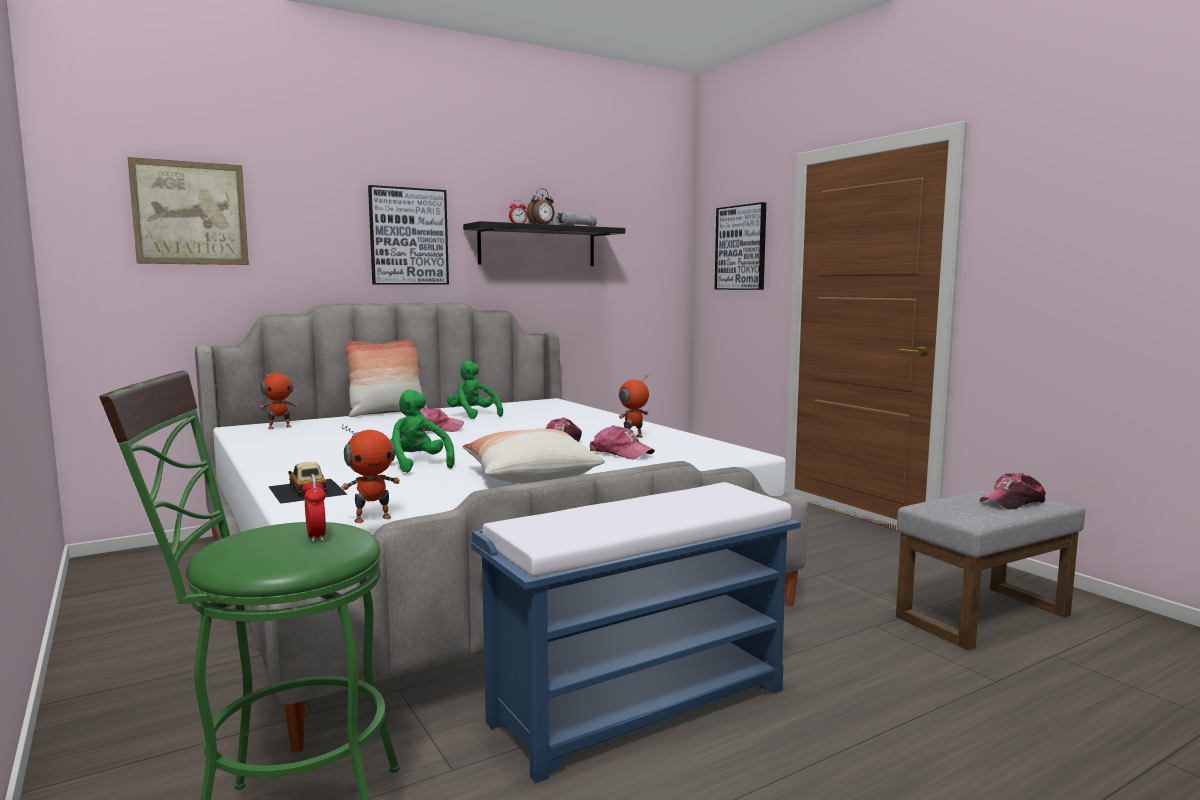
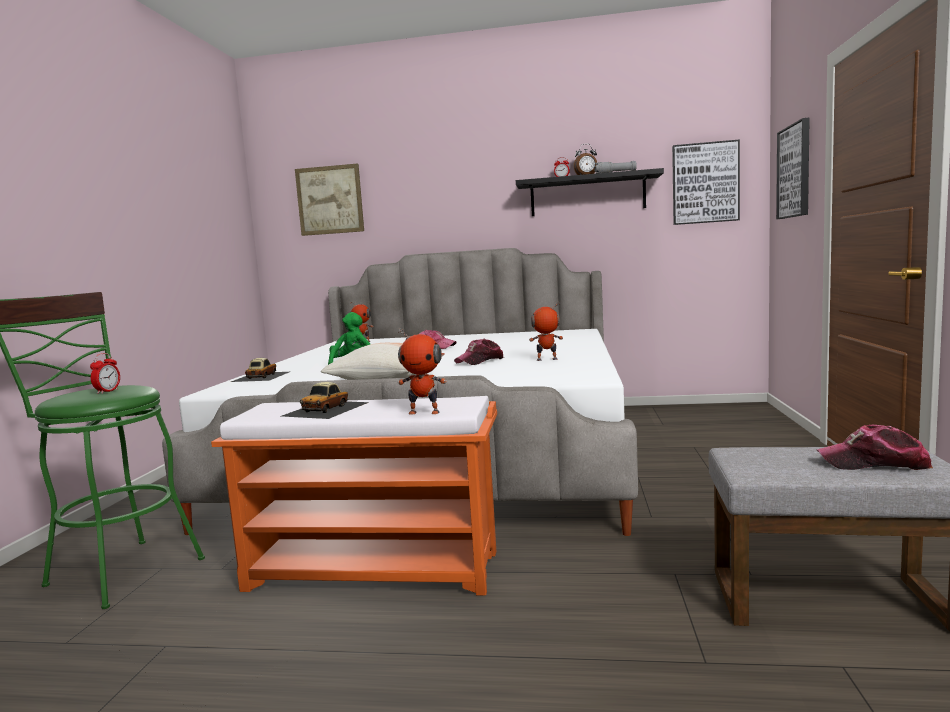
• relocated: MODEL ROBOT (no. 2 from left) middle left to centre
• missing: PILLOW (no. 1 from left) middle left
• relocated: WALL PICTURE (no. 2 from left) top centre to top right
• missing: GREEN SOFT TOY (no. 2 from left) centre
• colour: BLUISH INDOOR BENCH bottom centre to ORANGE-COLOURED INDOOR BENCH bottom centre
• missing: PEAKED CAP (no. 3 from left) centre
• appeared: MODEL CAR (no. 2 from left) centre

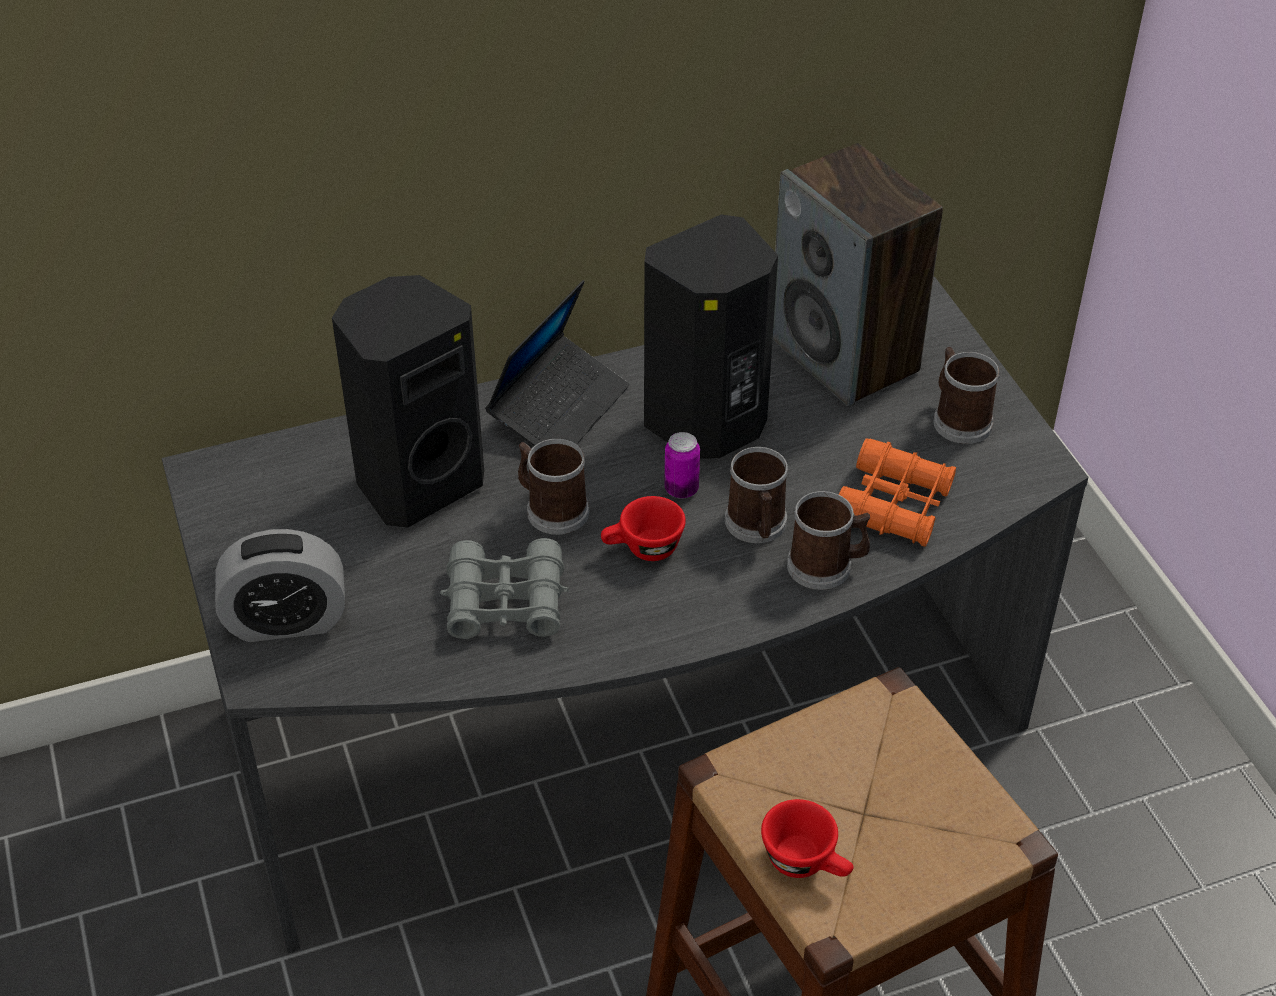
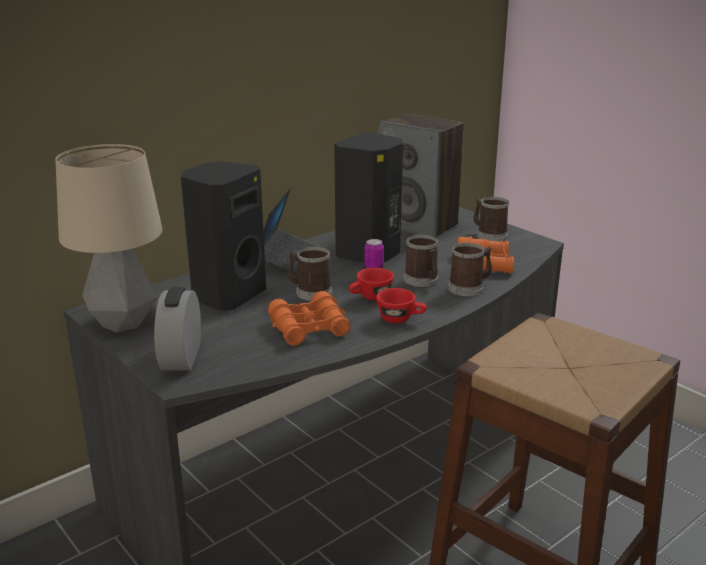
• spun: BEDSIDE CLOCK middle left = middle left 120 degrees clockwise
• colour: GREYISH PAIR OF BINOCULARS centre to ORANGE-COLOURED PAIR OF BINOCULARS (no. 1 from left) centre
• relocated: REDDISH DRINKING CUP (no. 2 from left) bottom centre to centre
• appeared: LAMP FOR A TABLE middle left

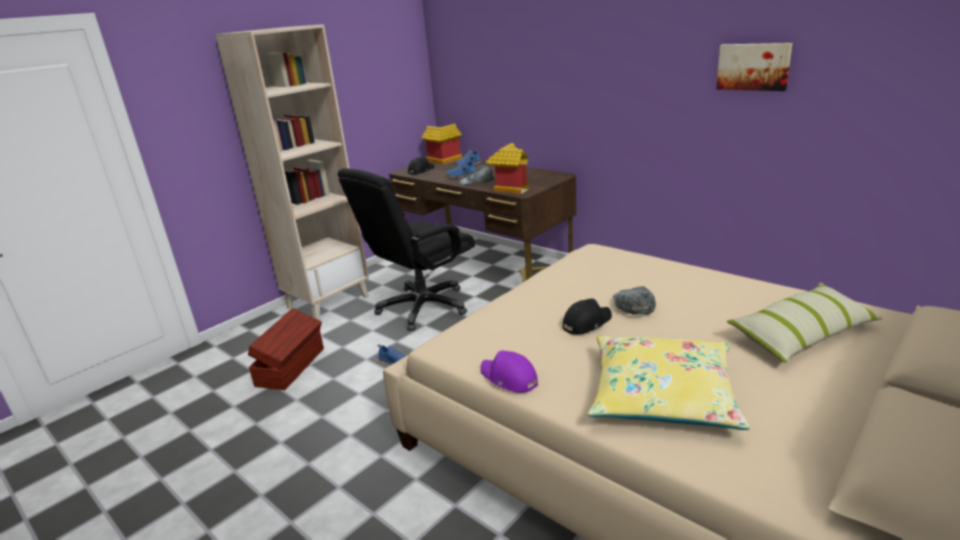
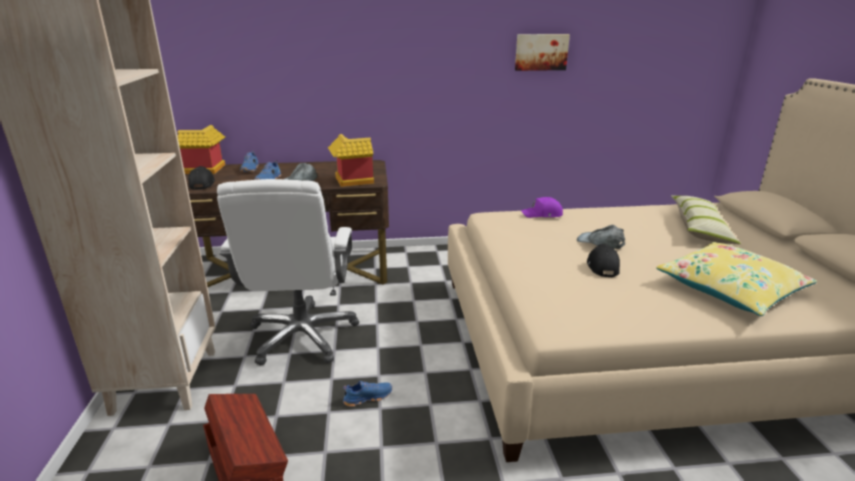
• colour: BLACKISH OFFICE CHAIR centre to WHITE-COLOURED OFFICE CHAIR centre
• relocated: PURPLISH PEAKED CAP bottom centre to centre

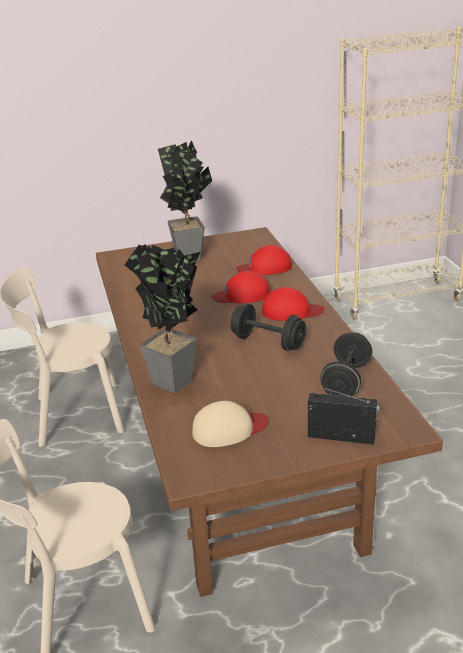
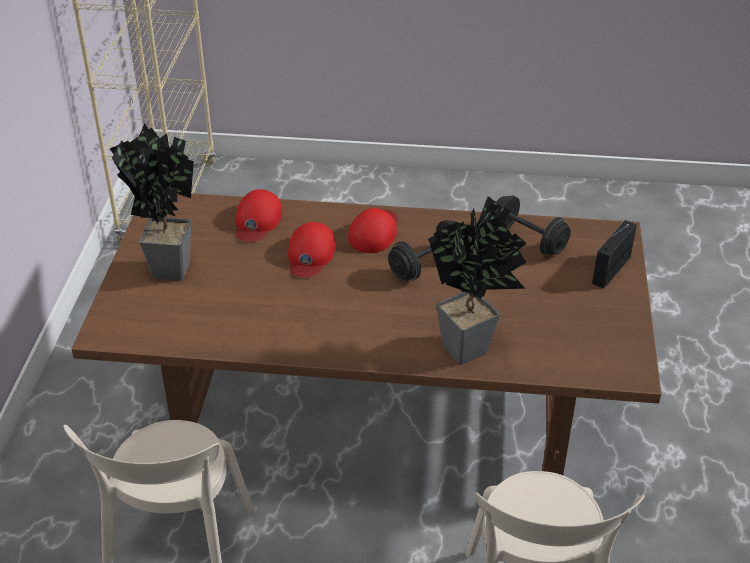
• missing: SAND-COLOURED PEAKED CAP centre

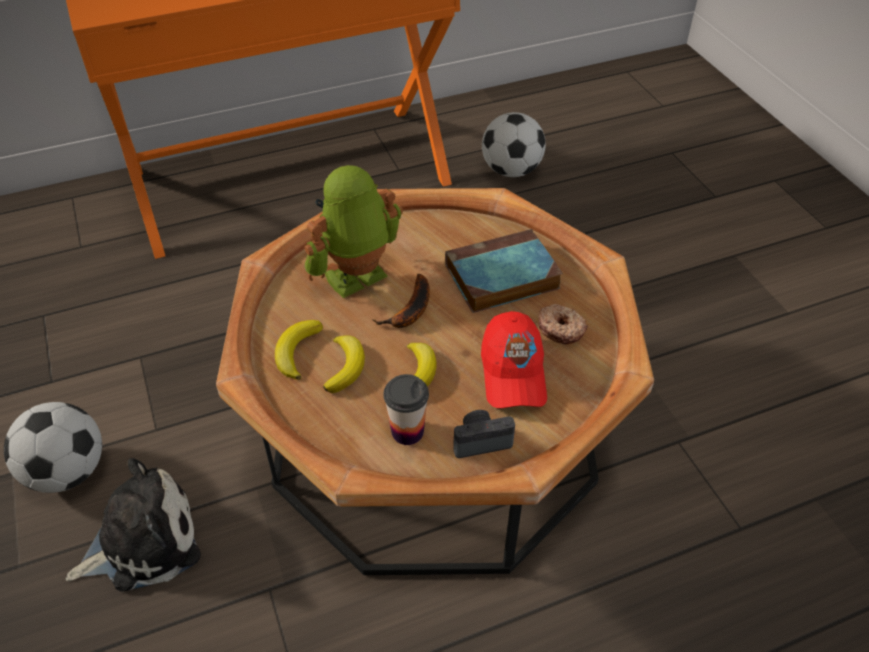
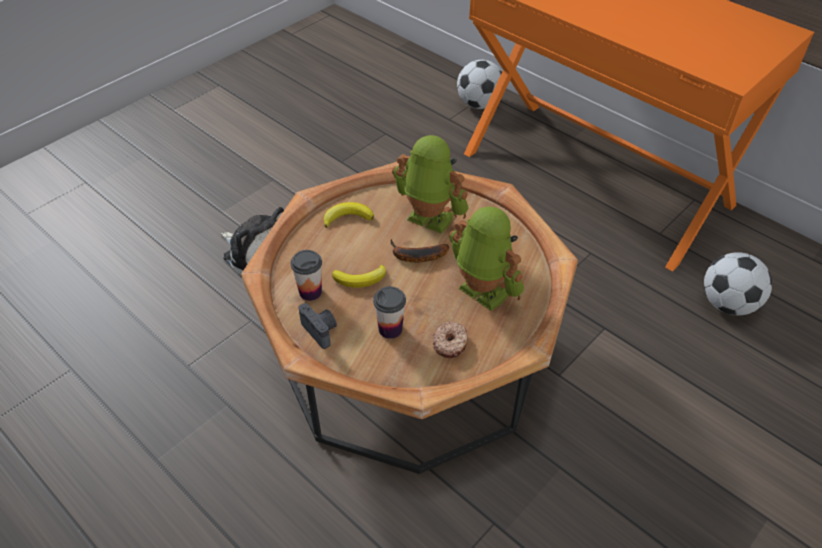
• relocated: BALL FOR FOOTBALL (no. 1 from left) bottom left to top centre
• missing: BANANA (no. 2 from left) centre
• exchanged: VOLUME centre to MODEL ROBOT (no. 2 from left) centre
• exchanged: REDDISH PEAKED CAP centre to DRINKING CUP (no. 2 from left) centre

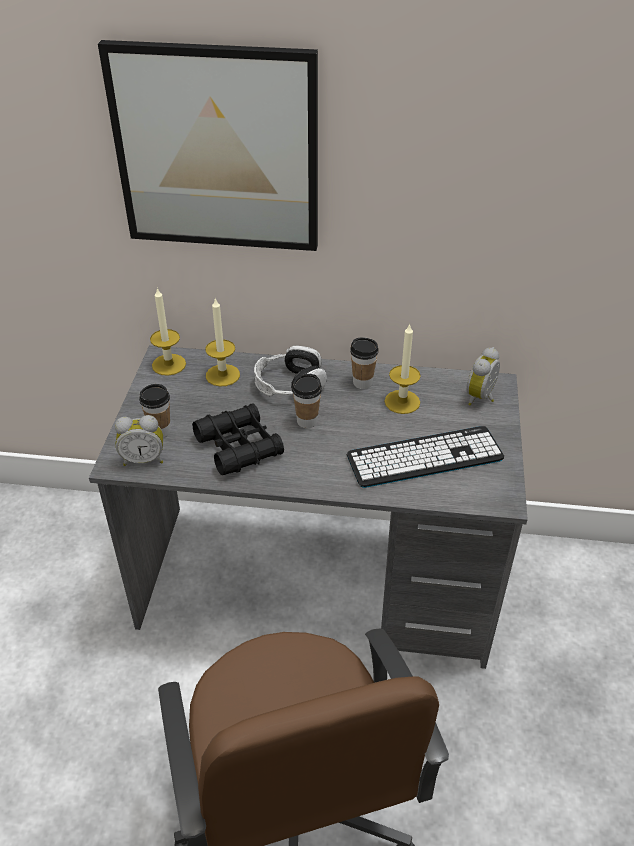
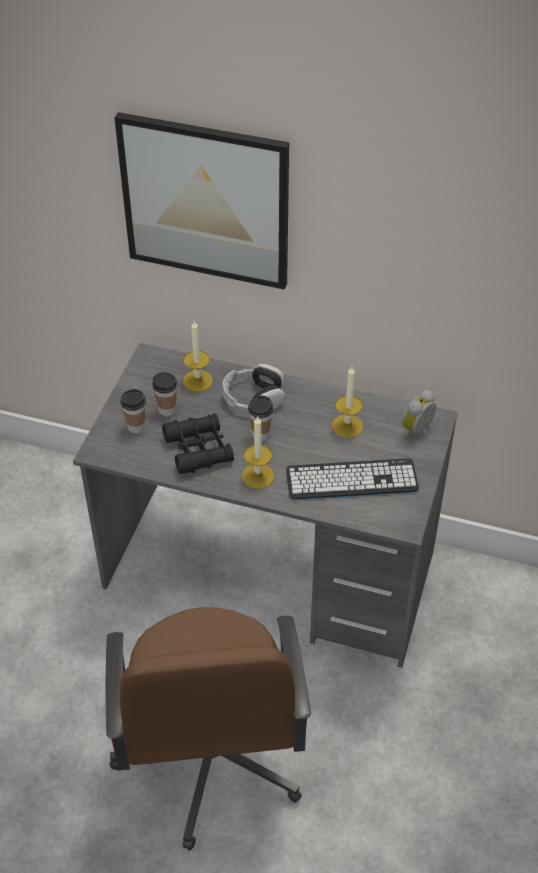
• missing: BEDSIDE CLOCK (no. 1 from left) middle left
• relocated: WAX CANDLE (no. 1 from left in the first image) middle left to WAX CANDLE (no. 2 from left) centre
• relocated: DRINKING CUP (no. 3 from left in the first image) centre to DRINKING CUP (no. 2 from left) middle left

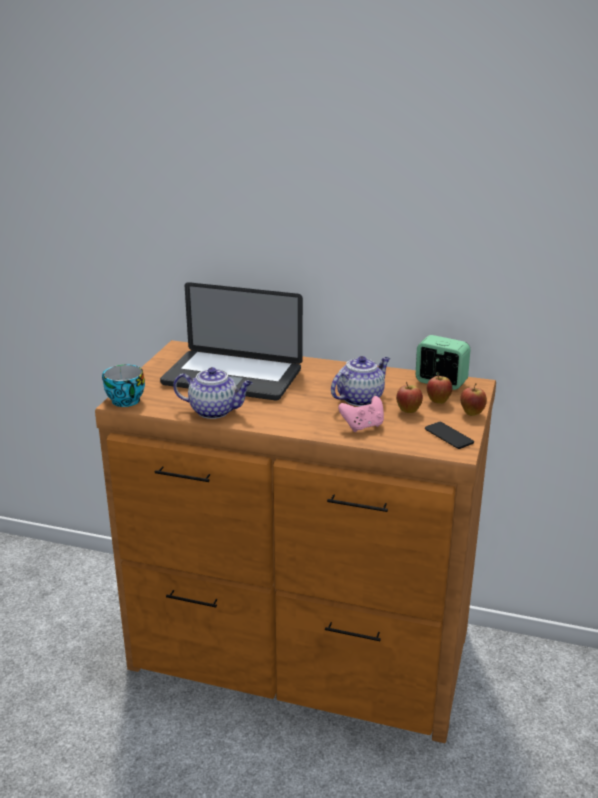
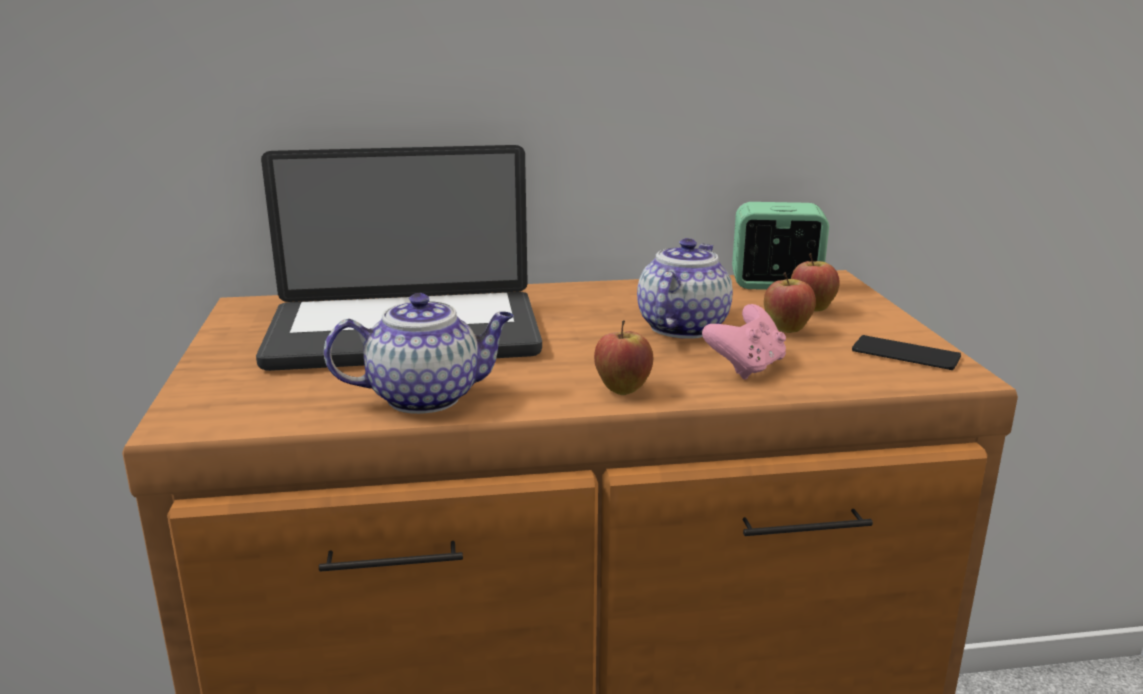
• missing: DRINKING CUP middle left
• relocated: APPLE FRUIT (no. 3 from left in the first image) middle right to APPLE FRUIT (no. 1 from left) centre

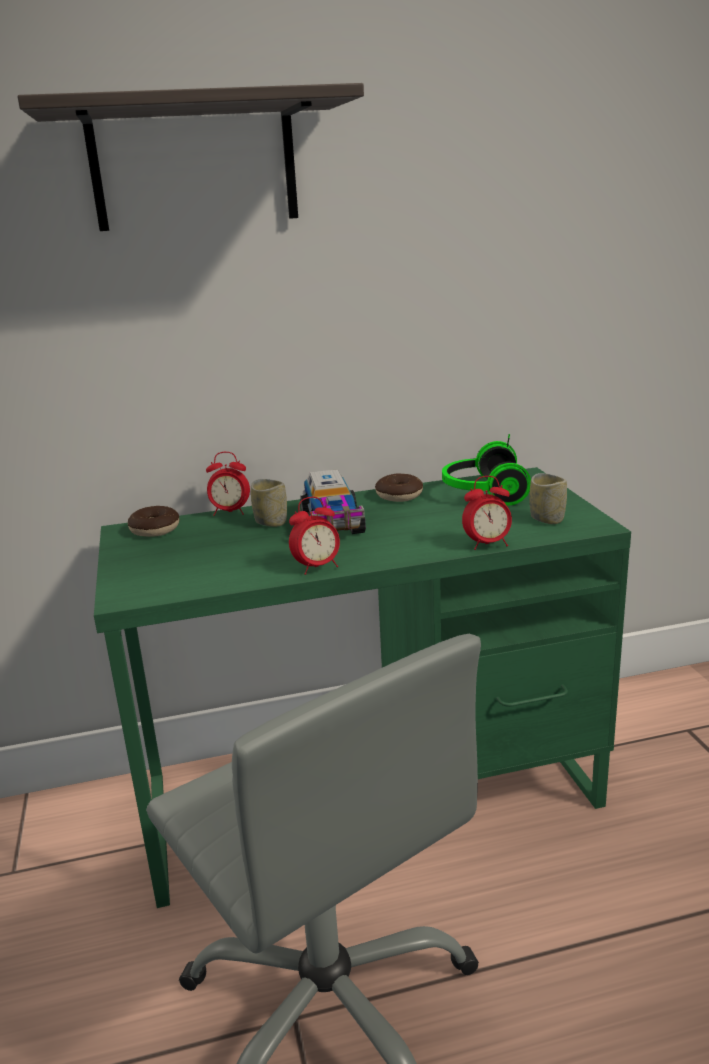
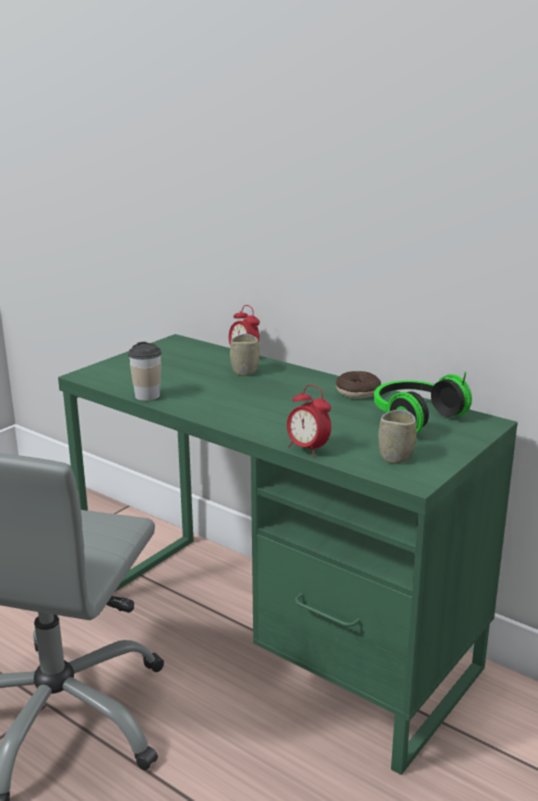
• missing: WALL SHELF top left
• missing: RING DOUGHNUT (no. 1 from left) middle left
• missing: BEDSIDE CLOCK (no. 2 from left) centre
• missing: MODEL TRUCK centre
• appeared: DRINKING CUP (no. 1 from left) middle left

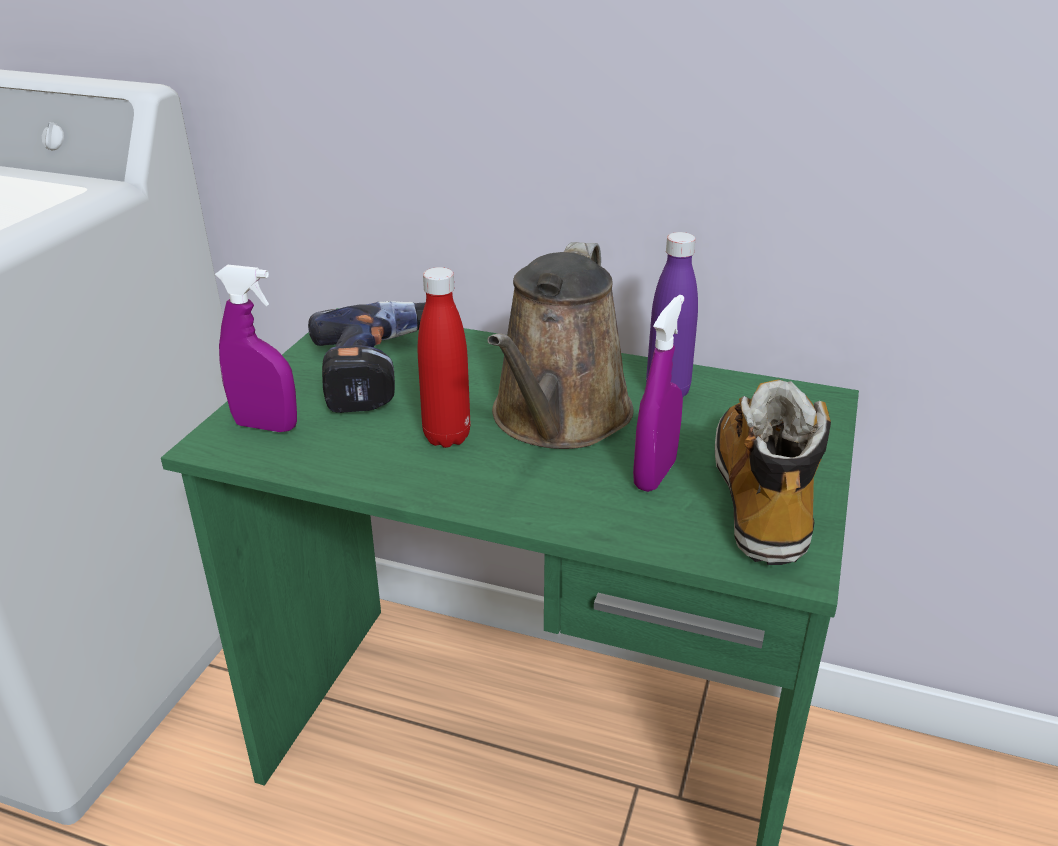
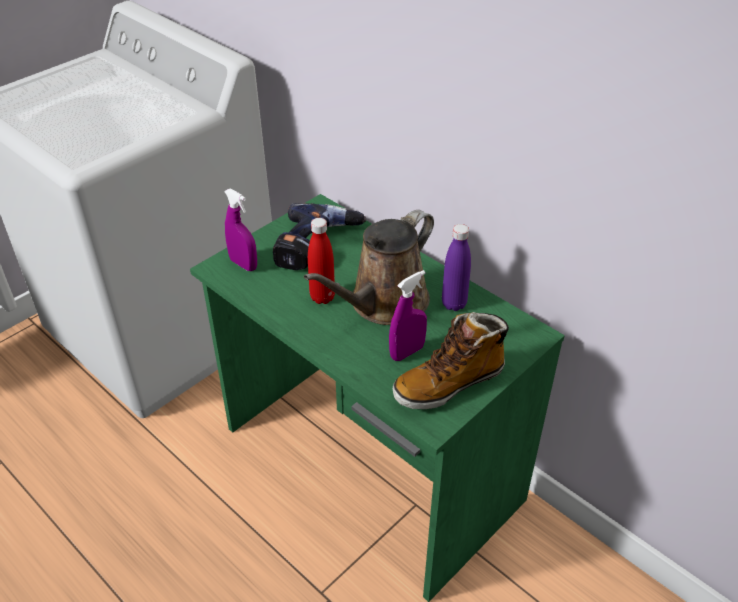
• spun: BOOT middle right = centre 150 degrees counterclockwise

